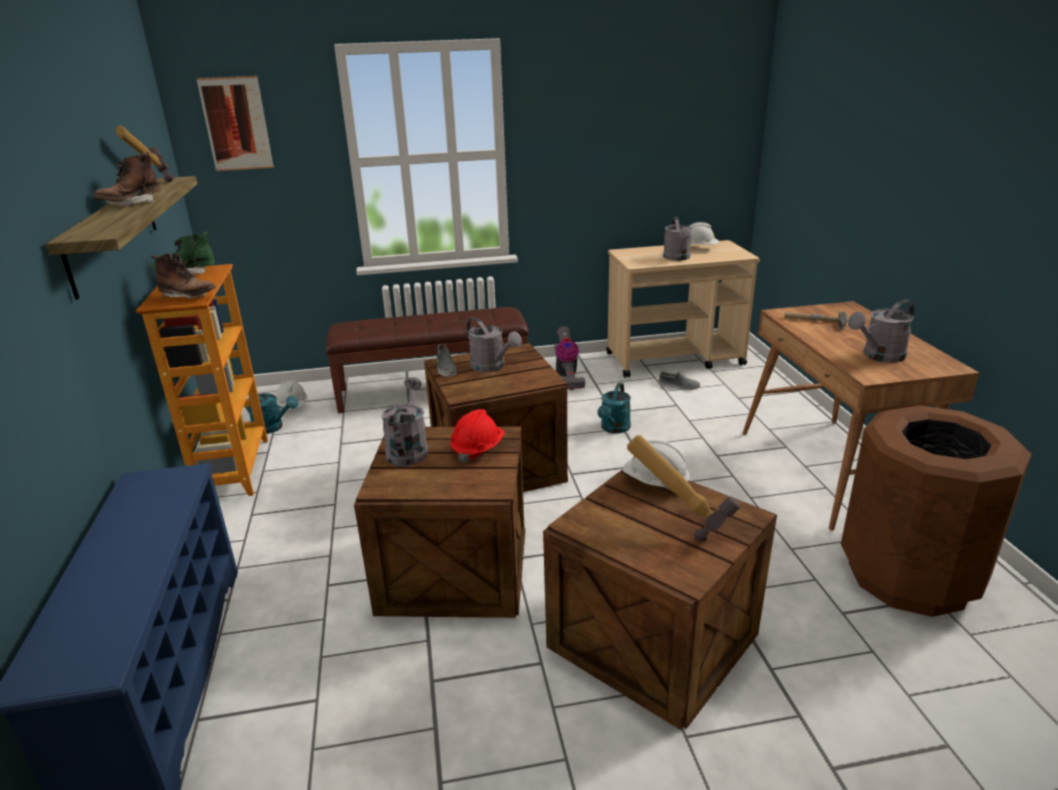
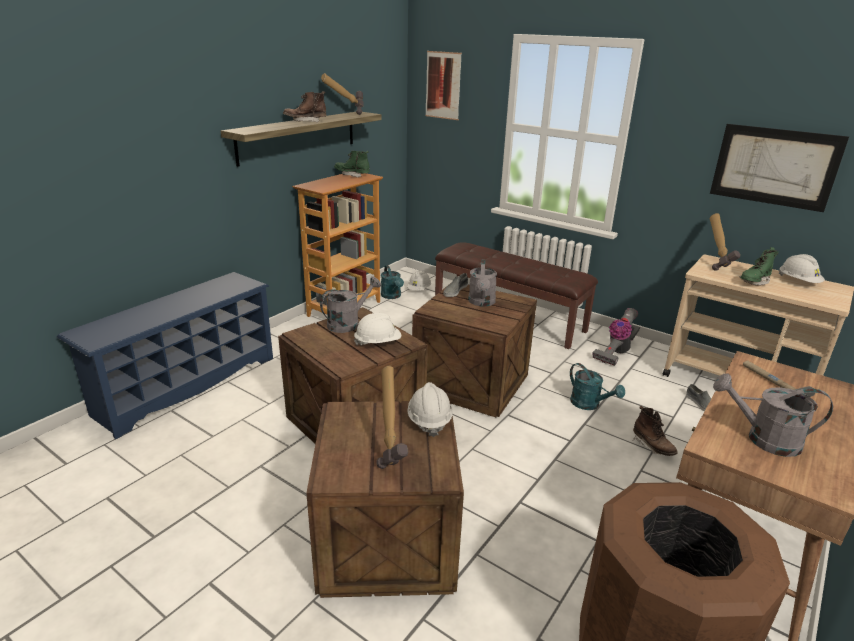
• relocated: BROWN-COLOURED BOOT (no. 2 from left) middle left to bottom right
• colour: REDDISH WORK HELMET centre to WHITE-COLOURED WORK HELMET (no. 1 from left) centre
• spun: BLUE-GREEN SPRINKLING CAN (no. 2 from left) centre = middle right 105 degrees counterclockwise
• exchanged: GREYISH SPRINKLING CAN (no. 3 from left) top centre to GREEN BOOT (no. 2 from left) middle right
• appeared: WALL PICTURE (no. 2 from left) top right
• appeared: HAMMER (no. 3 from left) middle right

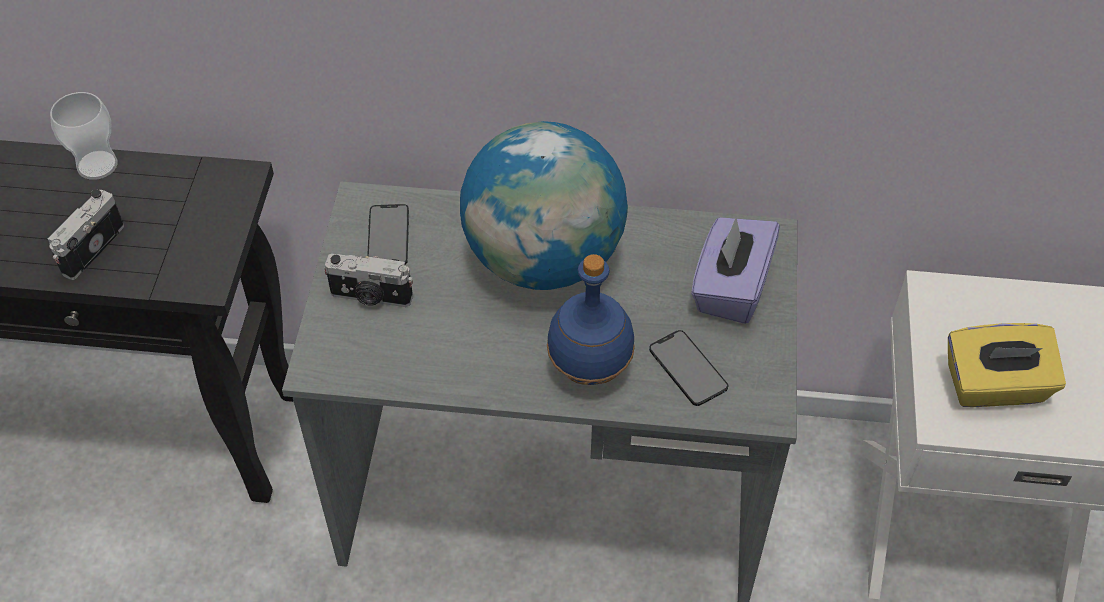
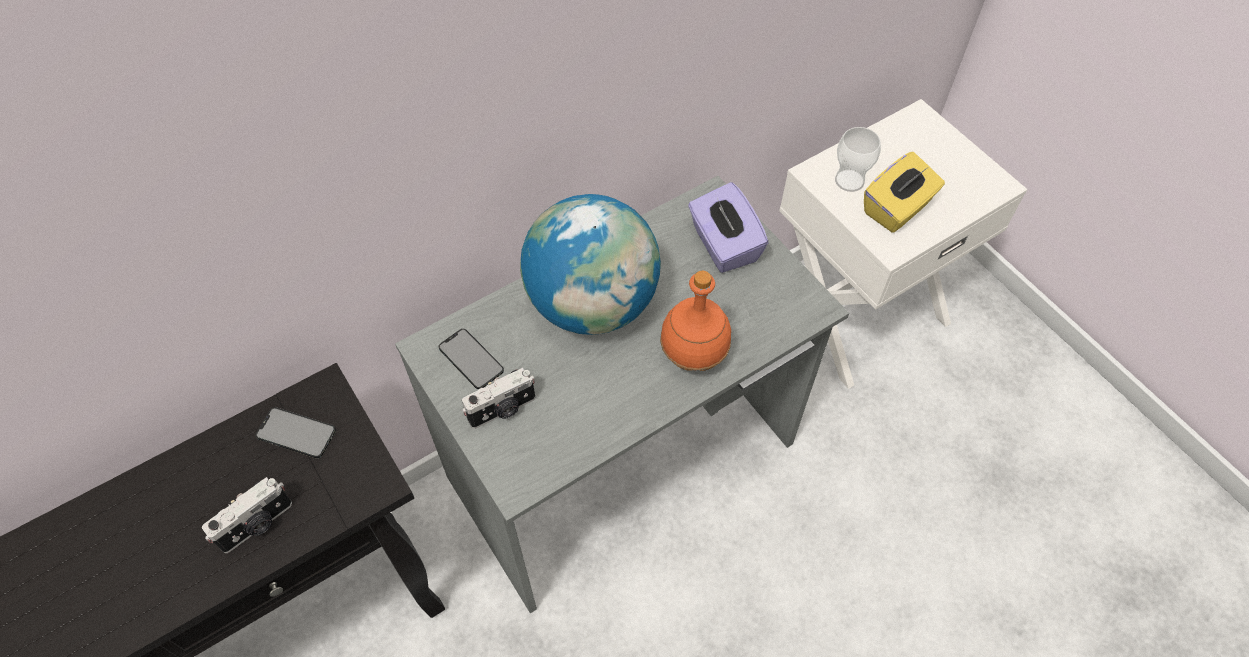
• spun: PHOTO CAMERA (no. 1 from left) middle left = bottom left 120 degrees counterclockwise
• relocated: DRINKING CUP top left to top right
• colour: BLUISH BOTTLE centre to ORANGE-COLOURED BOTTLE centre
• relocated: PHONE (no. 2 from left in the first image) centre to PHONE (no. 1 from left) middle left

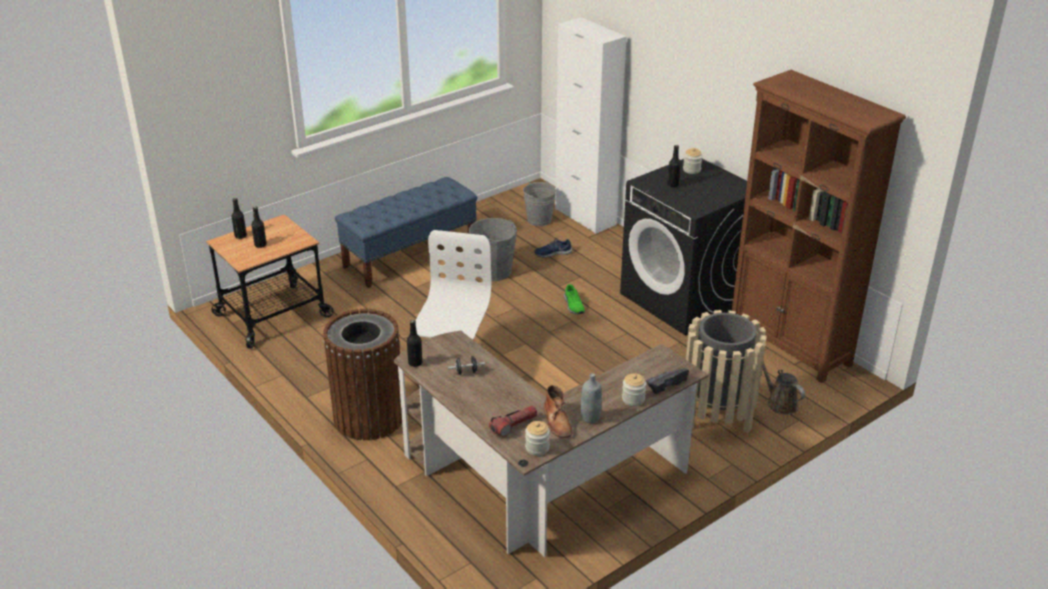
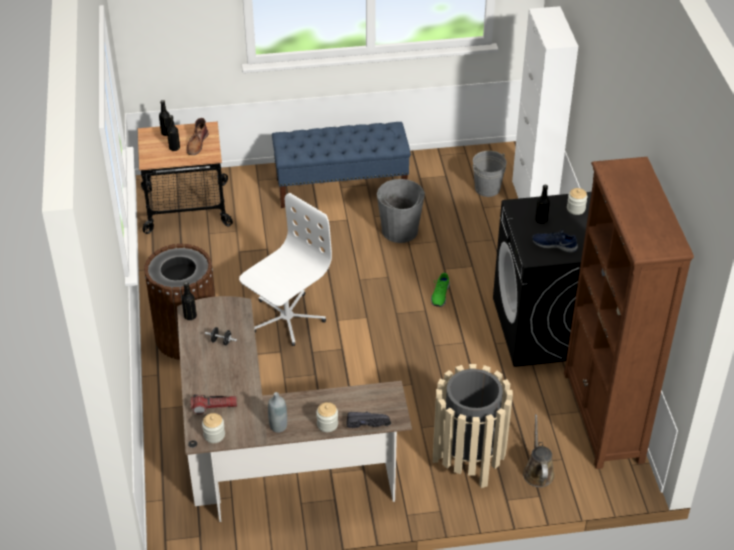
• relocated: BLUISH LOW SHOE centre to middle right
• relocated: BROWN-COLOURED BOOT bottom centre to top left

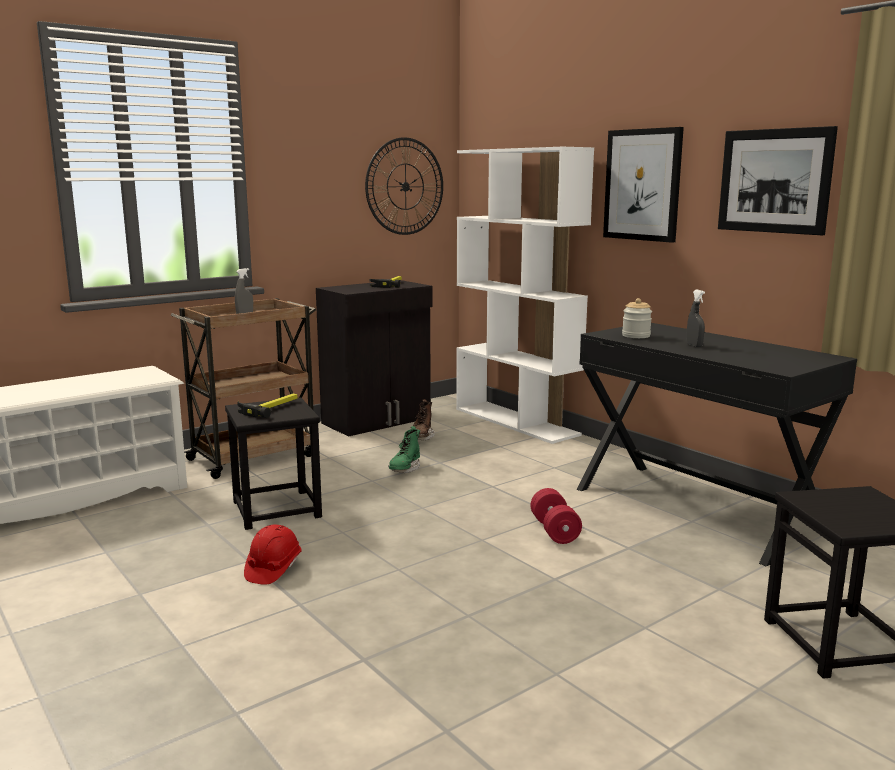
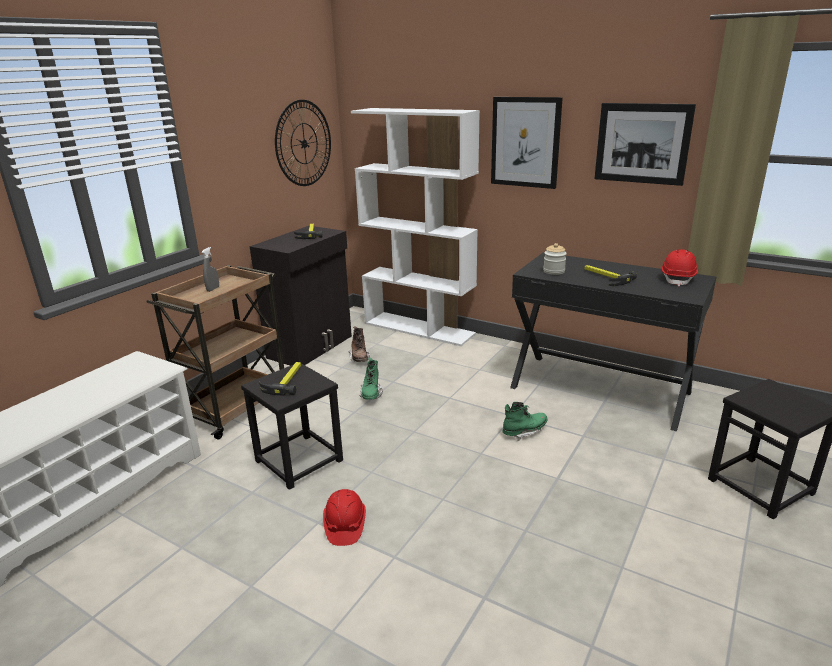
• exchanged: REDDISH FREE WEIGHT bottom centre to GREEN BOOT (no. 2 from left) centre
• exchanged: GREYISH SPRAYER (no. 2 from left) middle right to HAMMER (no. 3 from left) middle right
• appeared: REDDISH WORK HELMET (no. 2 from left) middle right

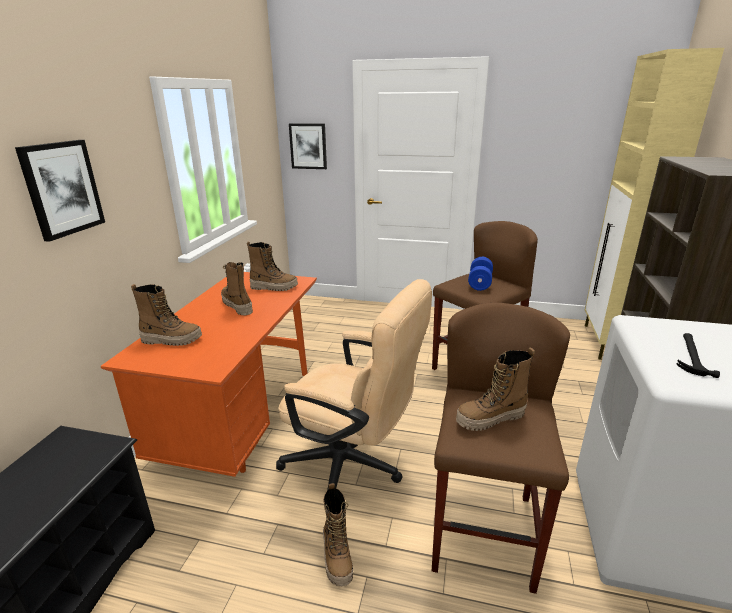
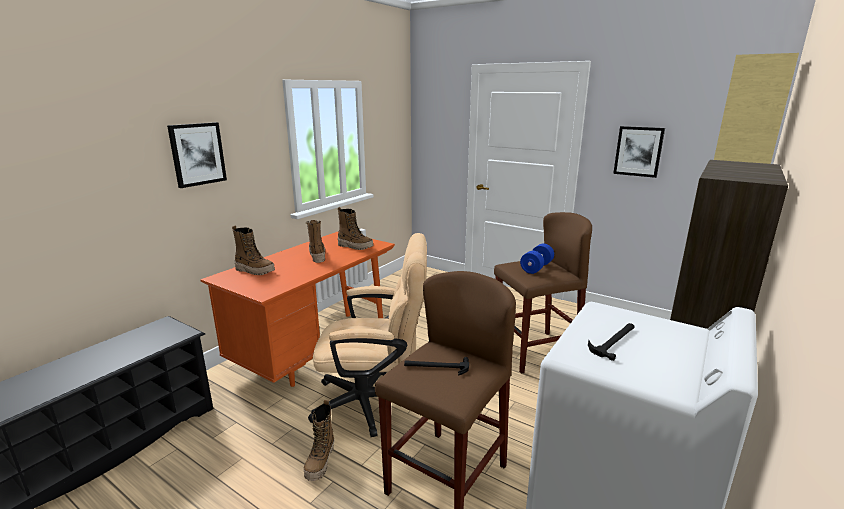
• spun: SAND-COLOURED OFFICE CHAIR centre = centre 45 degrees counterclockwise
• relocated: WALL PICTURE (no. 2 from left) top centre to top right
• exchanged: BOOT (no. 5 from left) middle right to HAMMER (no. 1 from left) bottom centre

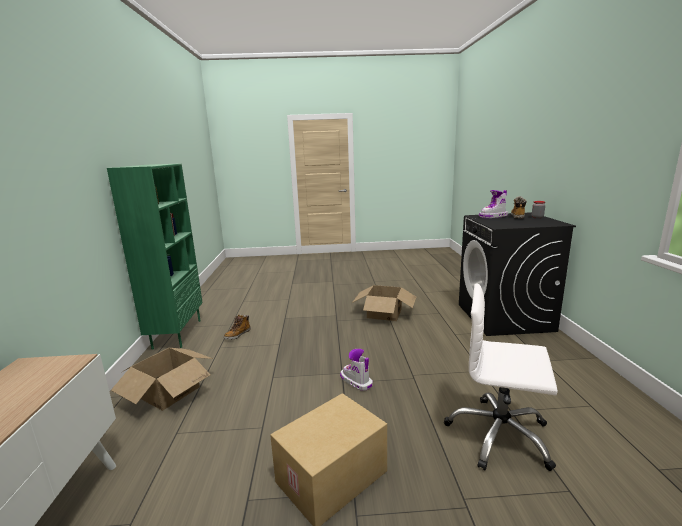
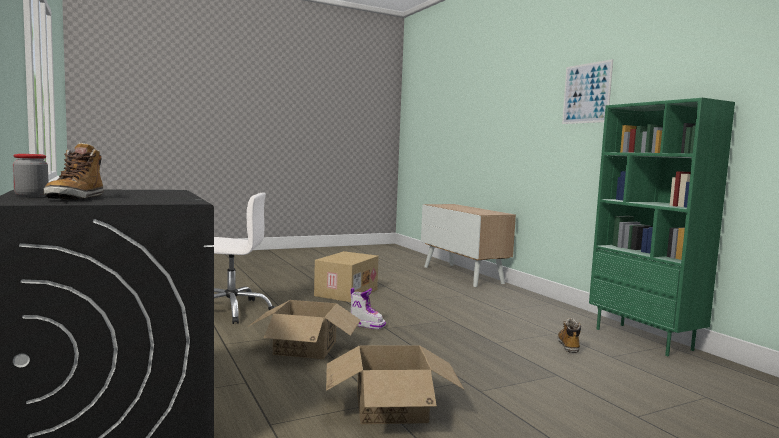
• relocated: CARDBOARD BOX (no. 1 from left) bottom left to bottom centre
• missing: BOOT (no. 3 from left) middle right
• appeared: WALL PICTURE top right

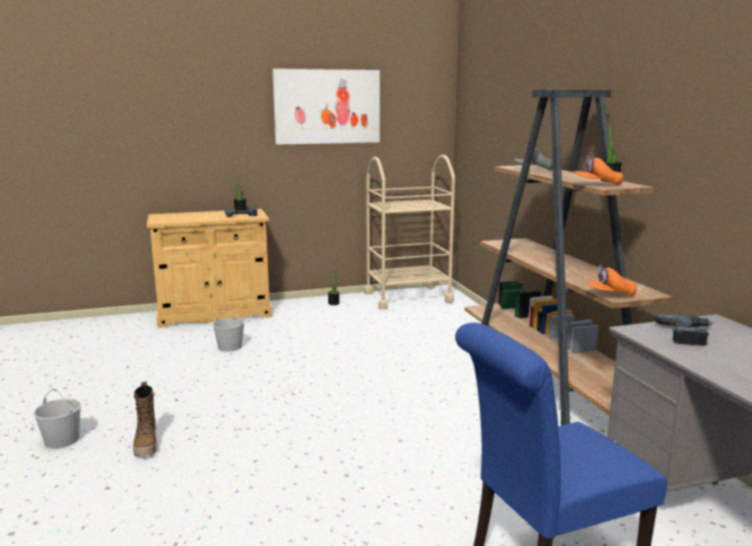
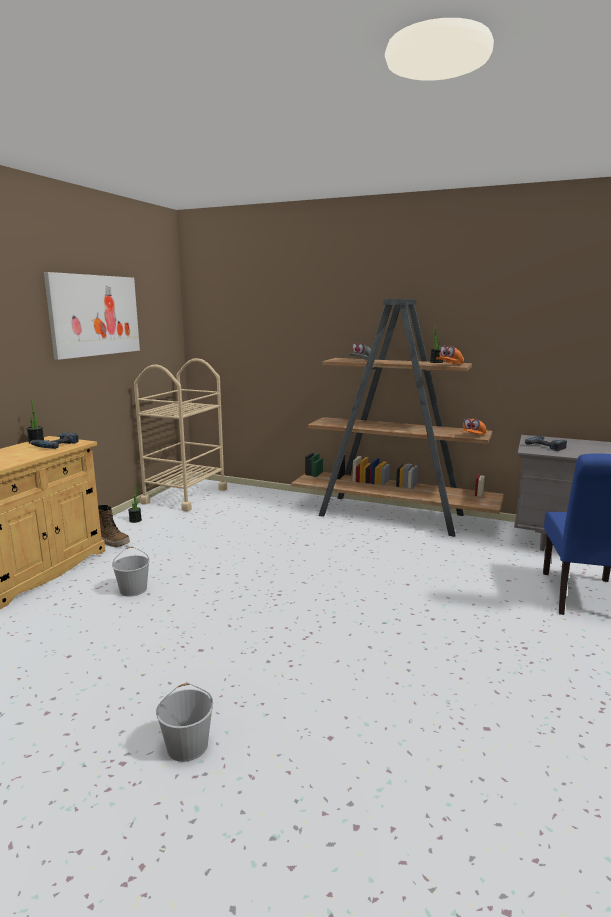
• relocated: BOOT bottom left to middle left

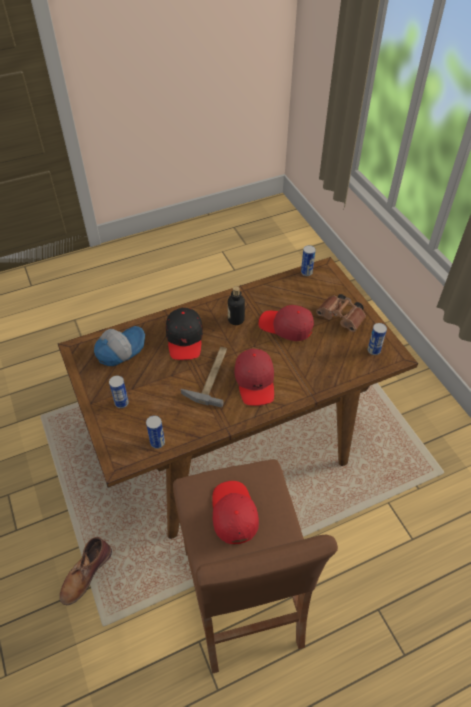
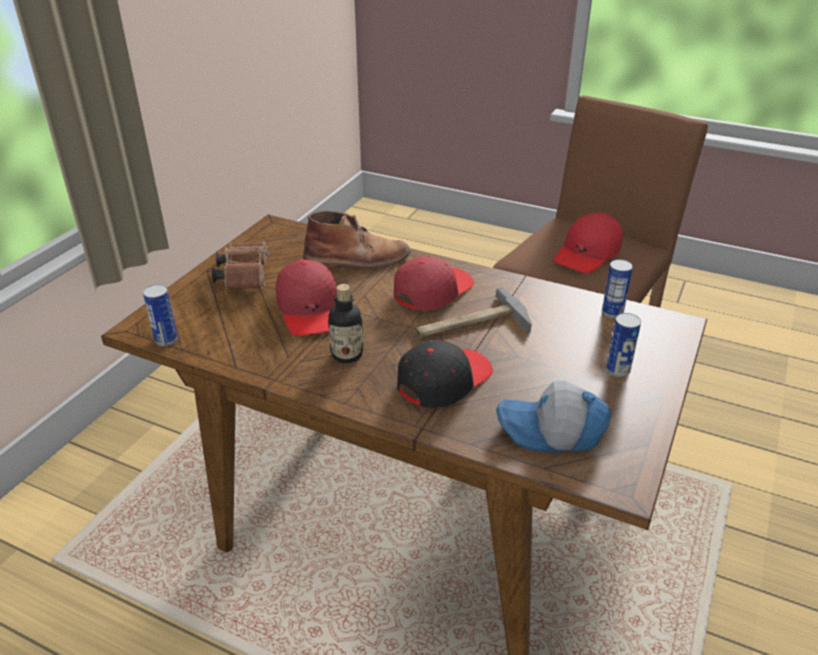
• relocated: BROWN-COLOURED BOOT bottom left to centre
• missing: METAL CAN (no. 4 from left) middle right

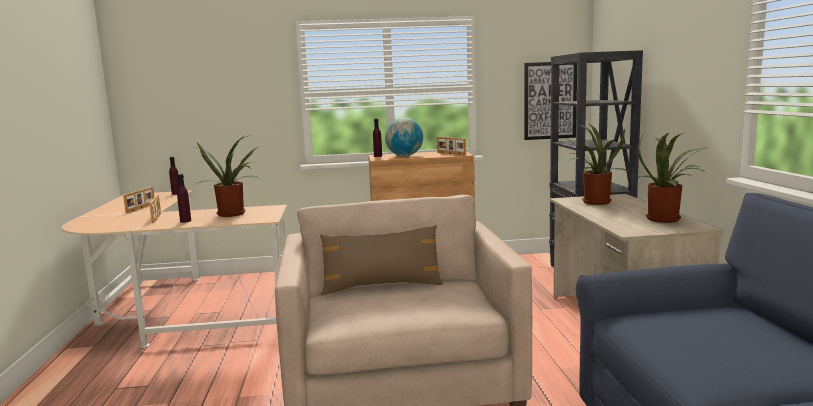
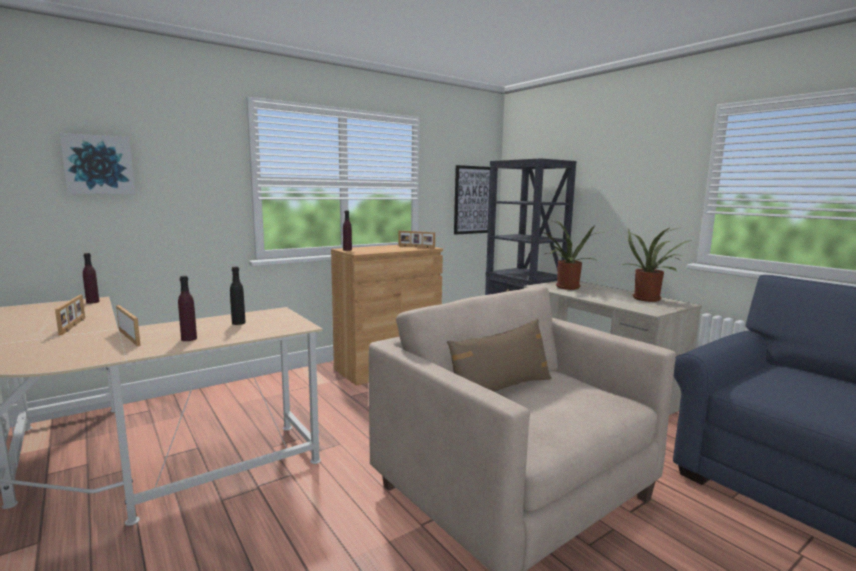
• exchanged: PLANT IN A POT (no. 1 from left) middle left to BLACKISH BOTTLE middle left
• missing: GLOBE centre
• appeared: WALL PICTURE (no. 1 from left) top left

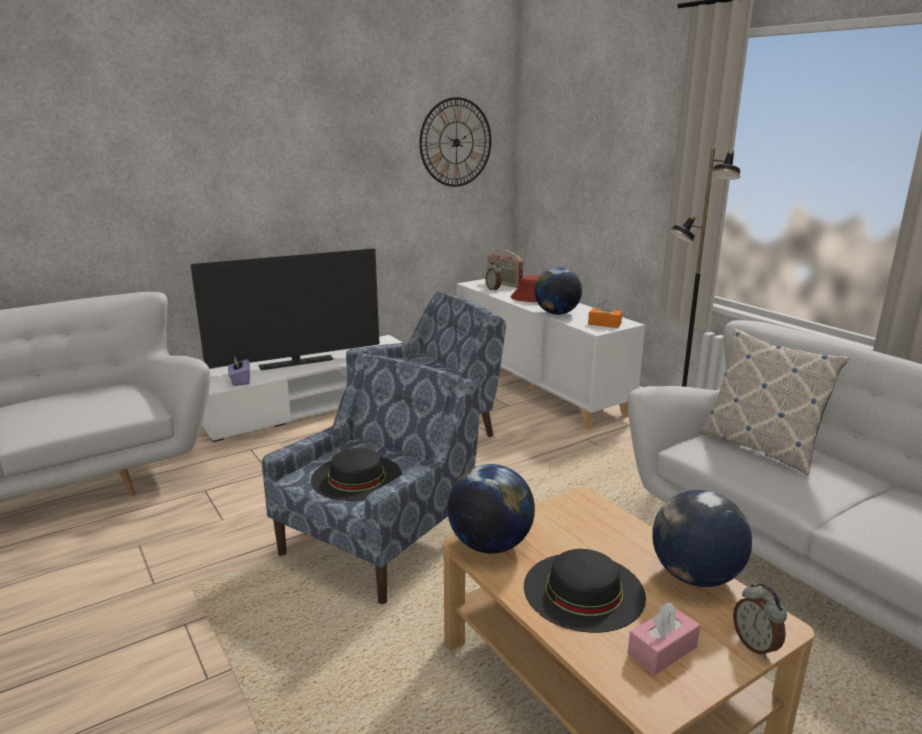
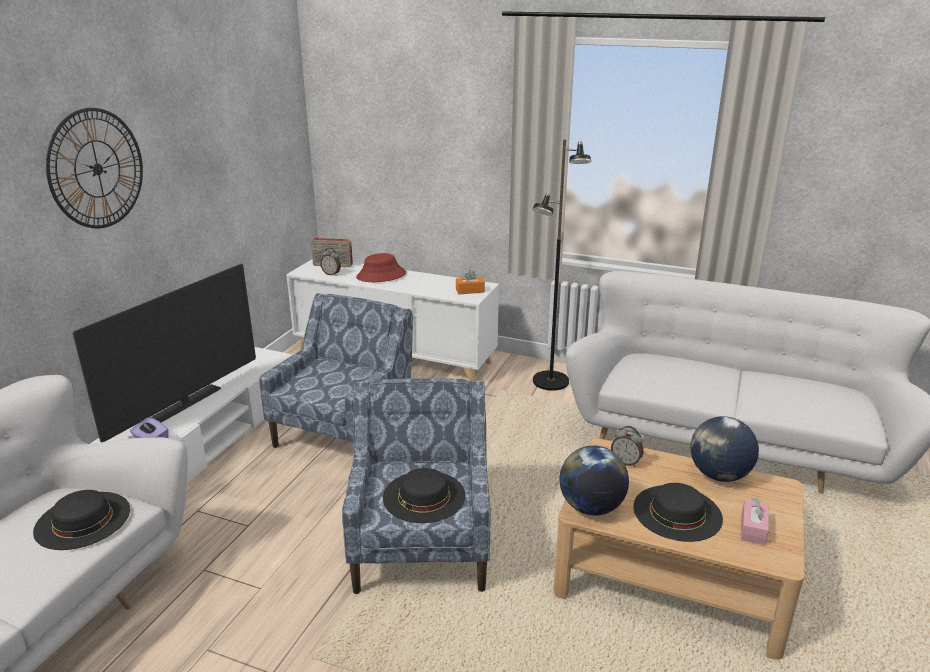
• relocated: CLOCK ON THE WALL top centre to top left
• missing: GLOBE (no. 2 from left) centre
• missing: PILLOW middle right
• relocated: BEDSIDE CLOCK (no. 2 from left) bottom right to middle right
• appeared: BLACKISH WEARABLE HAT (no. 1 from left) bottom left

